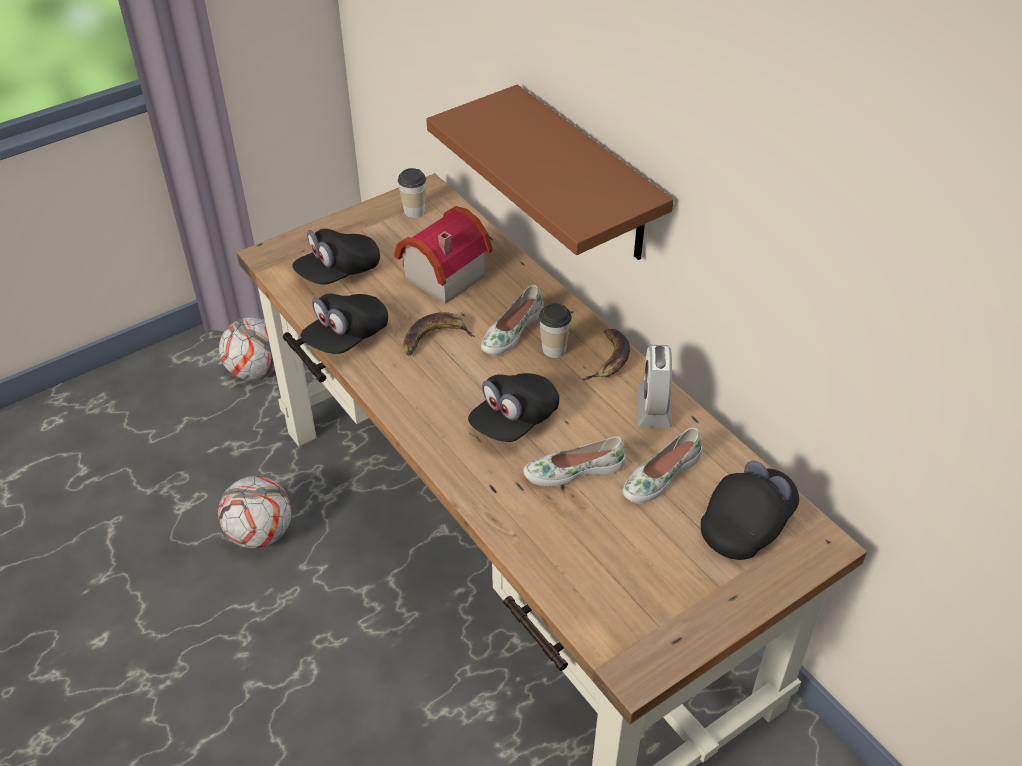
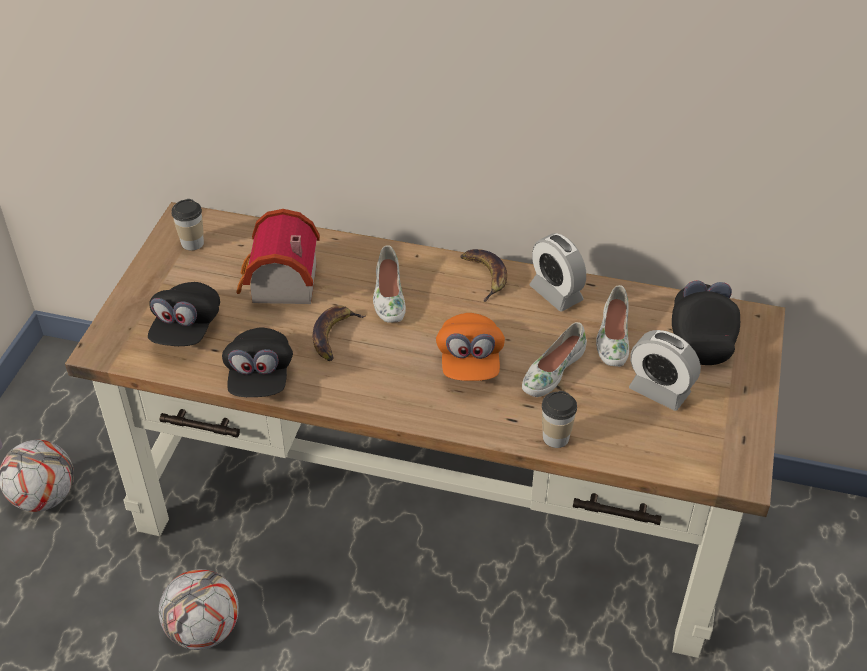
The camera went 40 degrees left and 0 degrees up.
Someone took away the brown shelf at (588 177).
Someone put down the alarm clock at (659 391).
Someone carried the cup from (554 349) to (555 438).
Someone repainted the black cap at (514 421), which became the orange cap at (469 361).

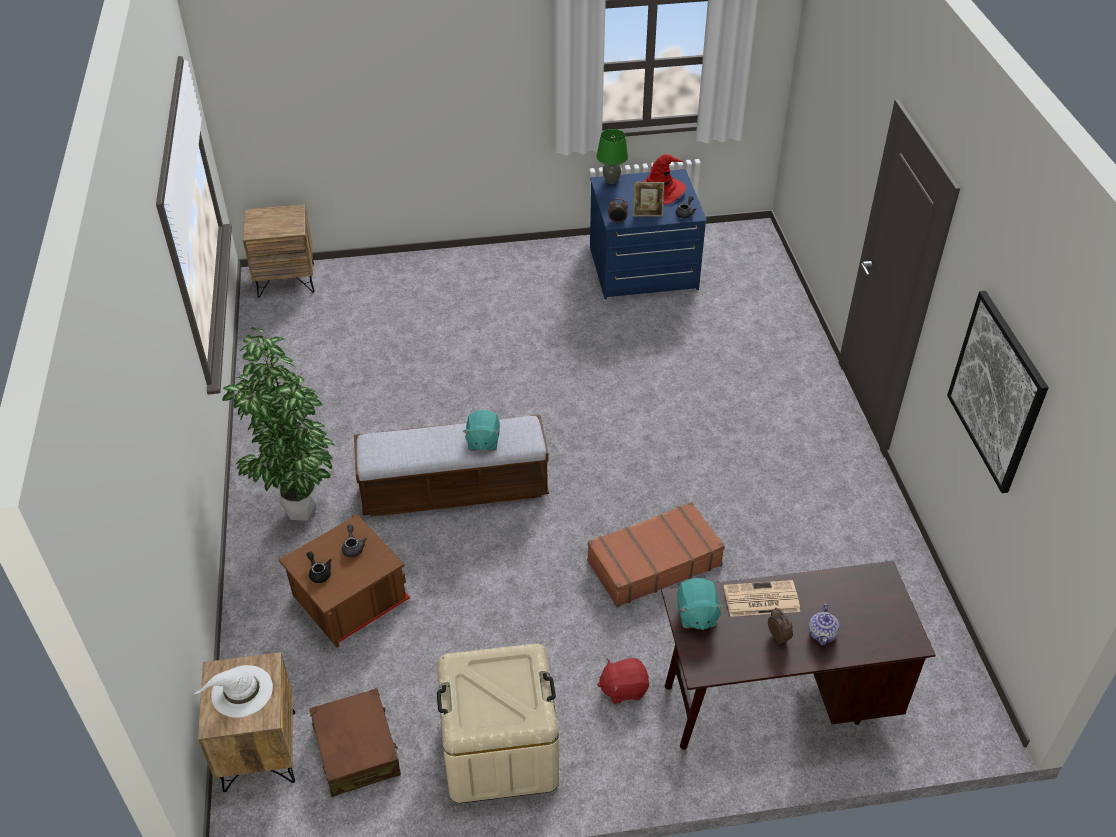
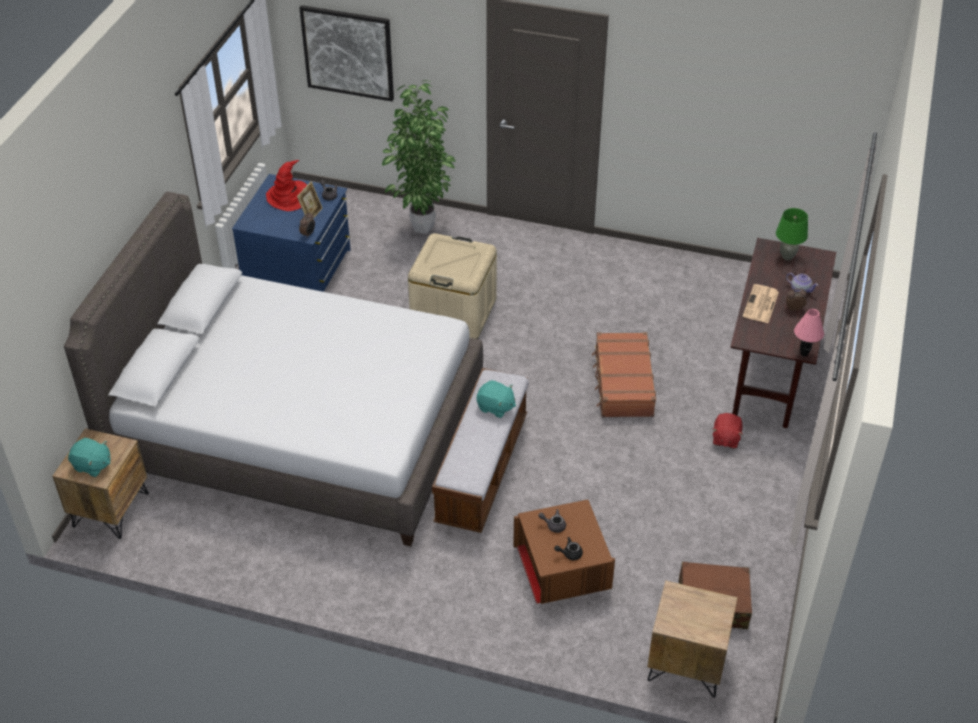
The camera went 65 degrees left and 0 degrees up.
Someone took away the white hat at (241 691).
Someone put down the grey bed at (298 429).
Someone put down the pink table lamp at (804 353).
Someone carried the potted plant from (298 513) to (423 229).
Someone carried the beige storage box from (500 750) to (453 312).
Someone carried the green table lamp from (611 181) to (787 256).
Someone carried the turquoise plush toy from (696 615) to (92 466).
Someone carried the picture from (997 391) to (348 52).

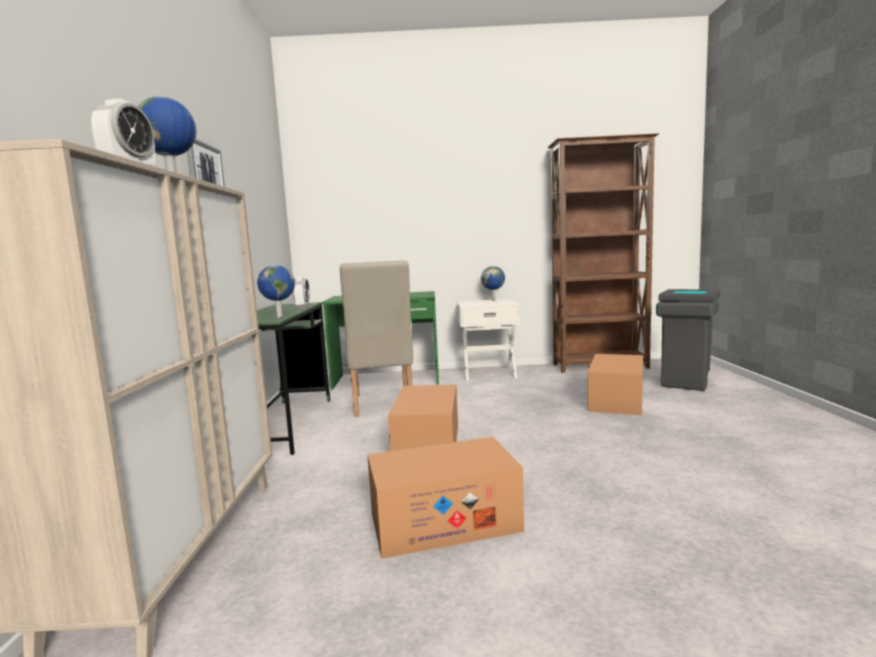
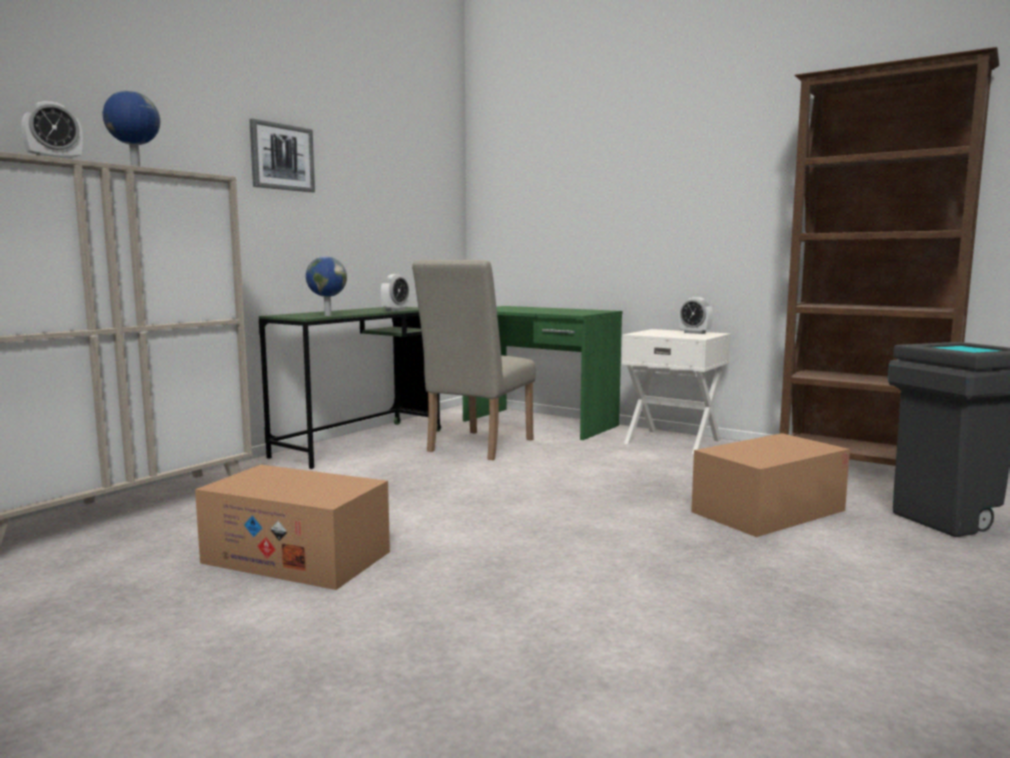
The camera went 35 degrees right and 0 degrees up.
Someone took away the cardboard box at (427 443).
Someone swapped the globe at (494 300) for the alarm clock at (694 333).

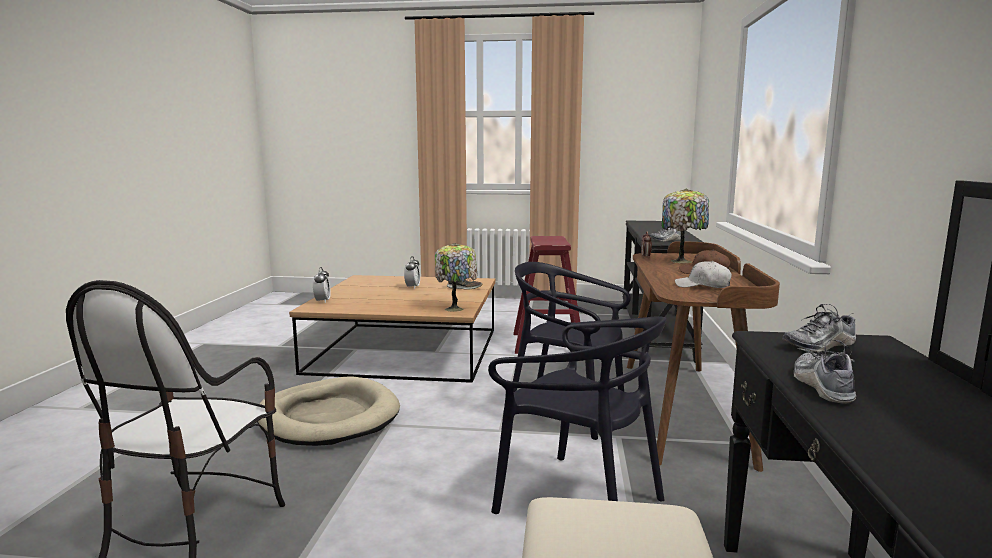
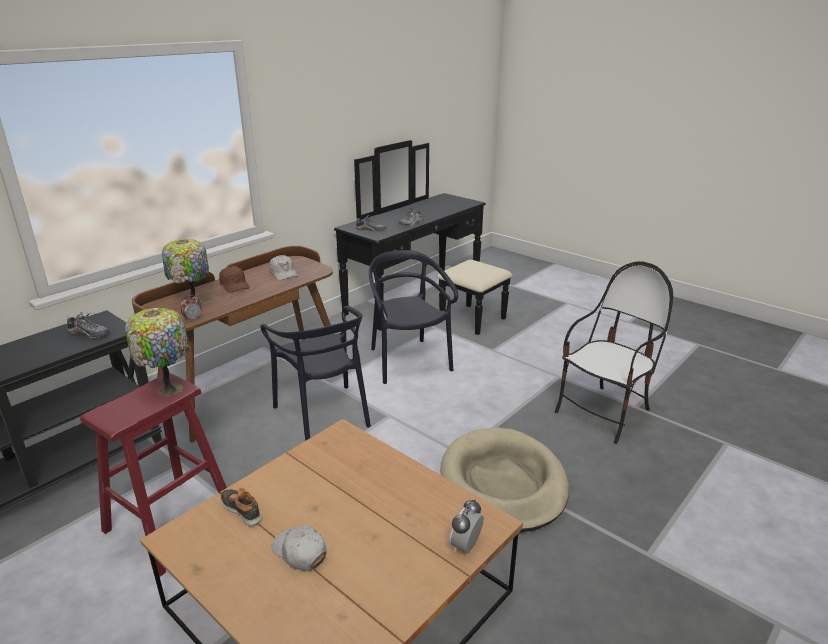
The camera went 145 degrees left and 15 degrees up.
Someone carried the table lamp from (456 309) to (168 388).
Someone swapped the alarm clock at (412 287) for the white cap at (299 552).

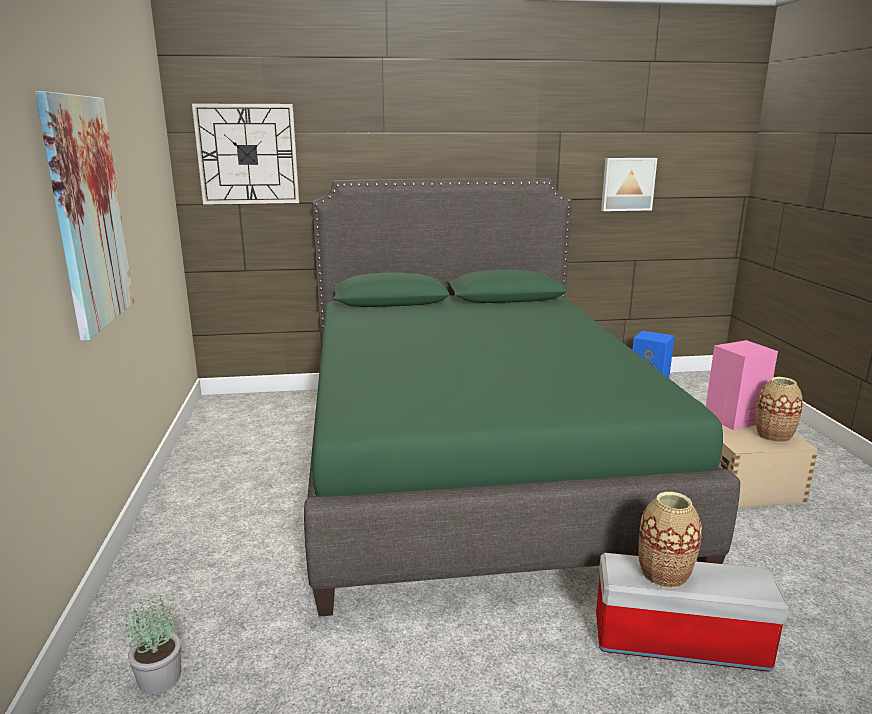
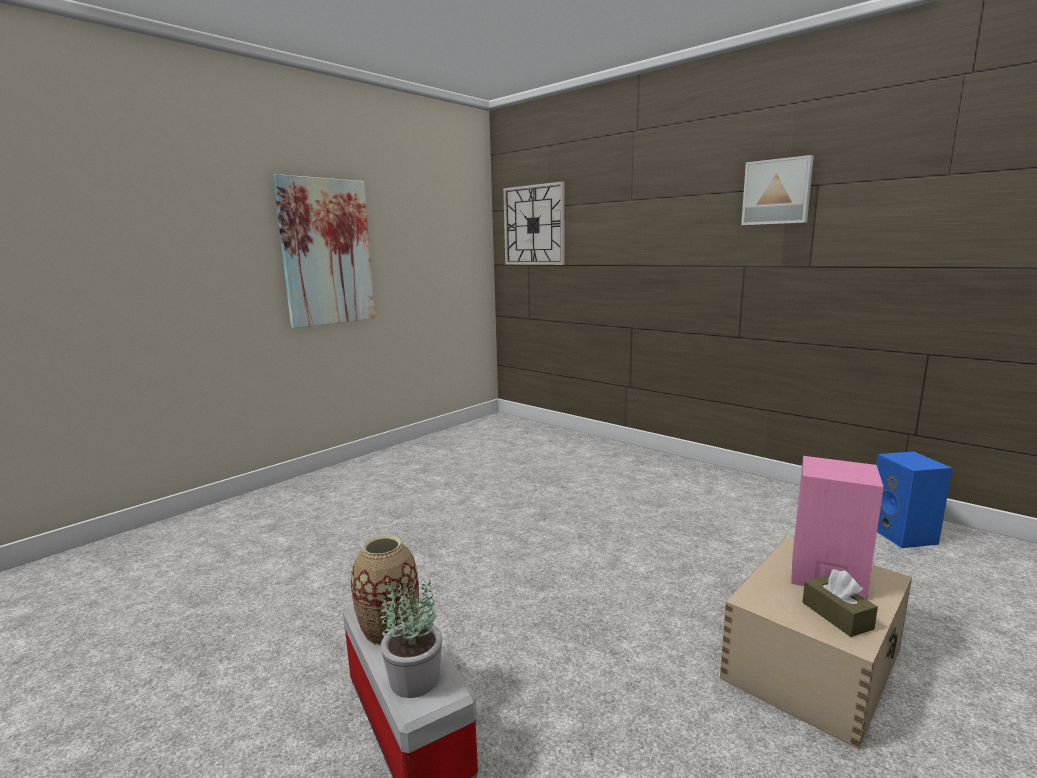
The camera went 50 degrees right and 5 degrees down.
Someone took away the green bed at (470 461).
Someone carried the potted plant from (159 677) to (415 678).
Someone carried the picture from (627 184) to (777 192).
Someone swapped the vase at (773 436) for the brown tissue box at (836 615).

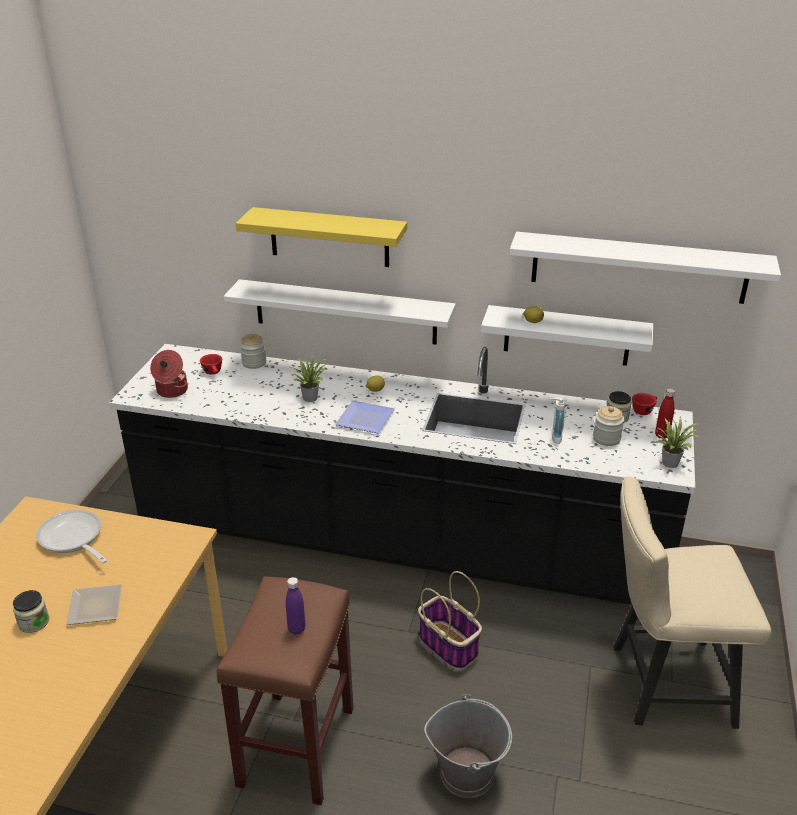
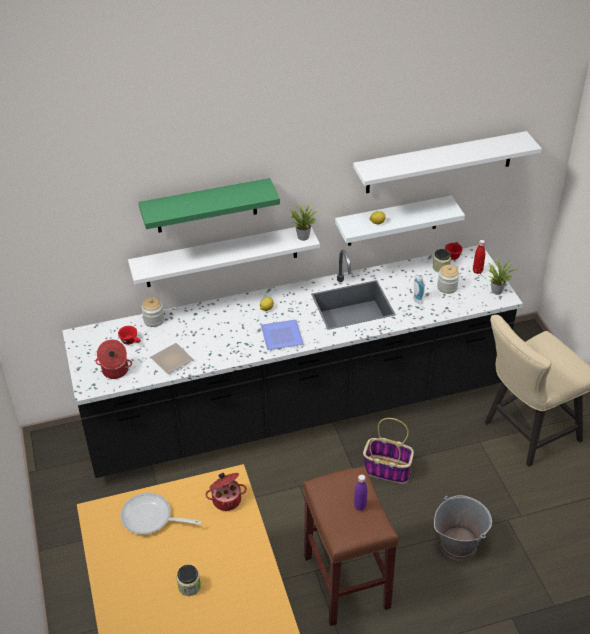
The camera went 30 degrees left and 10 degrees up.
Someone put down the cooking pot at (226 499).
Someone carried the plate from (93 608) to (172 361).
Someone carried the potted plant from (311 397) to (303 236).
Someone repainted the yellow shelf at (329 237), which became the green shelf at (206 206).

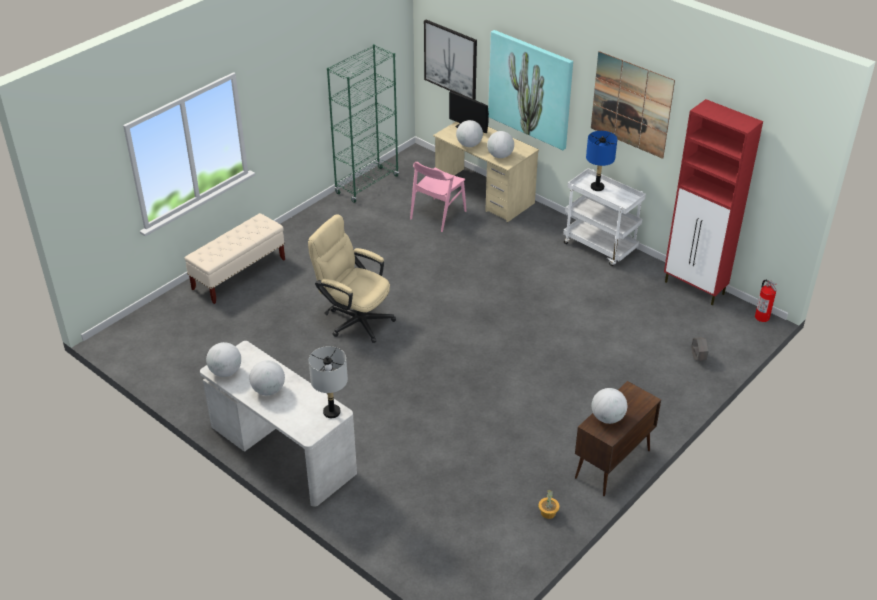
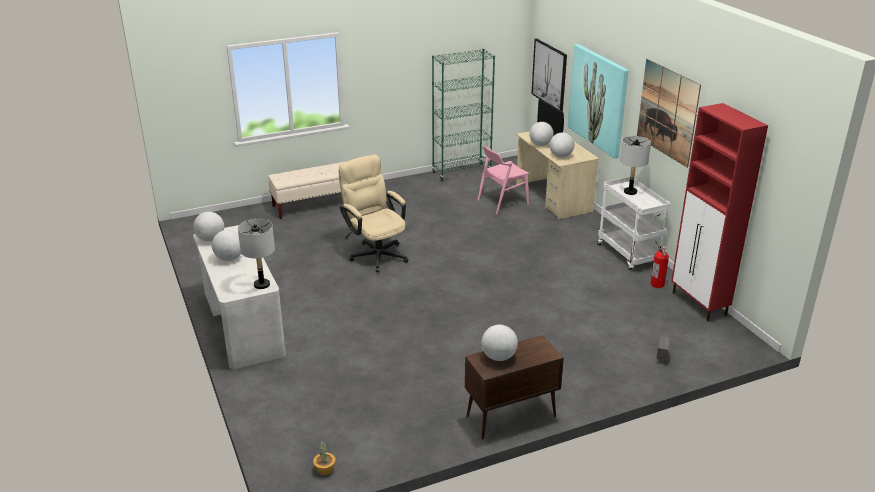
The camera went 25 degrees right and 10 degrees down.
Someone carried the potted plant from (548 513) to (325 469).
Someone carried the fire extinguisher from (762 317) to (657 284).
Someone repainted the blue table lamp at (597 187), which became the grey table lamp at (630 192).

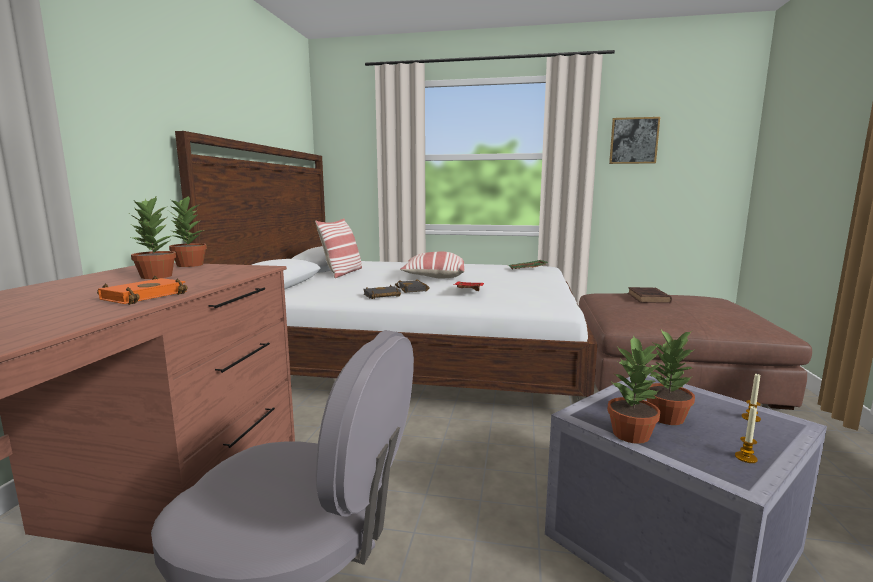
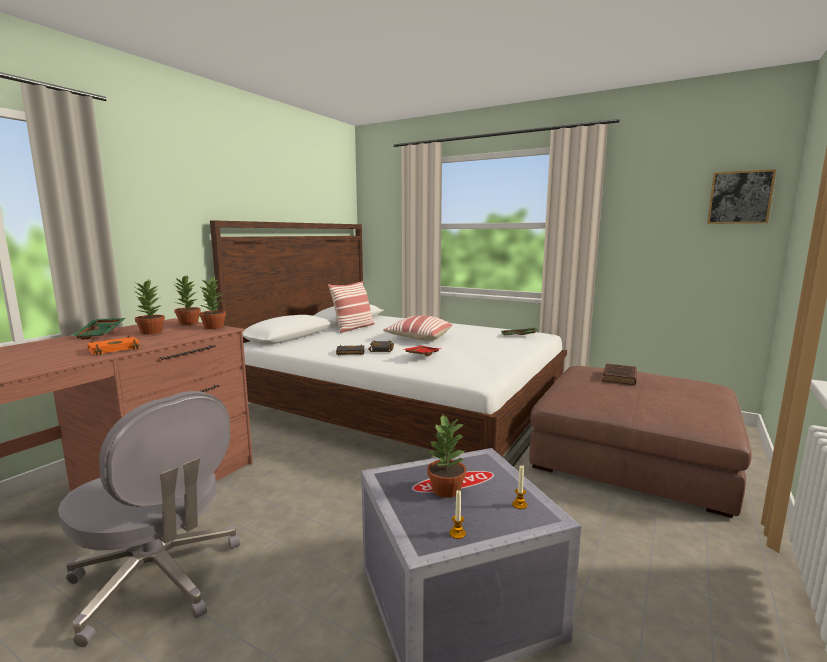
The camera went 20 degrees right and 0 degrees up.
Someone put down the green tray at (102 334).
Someone carried the potted plant from (631 434) to (214 327).
Someone carried the picture from (633 140) to (740 197).

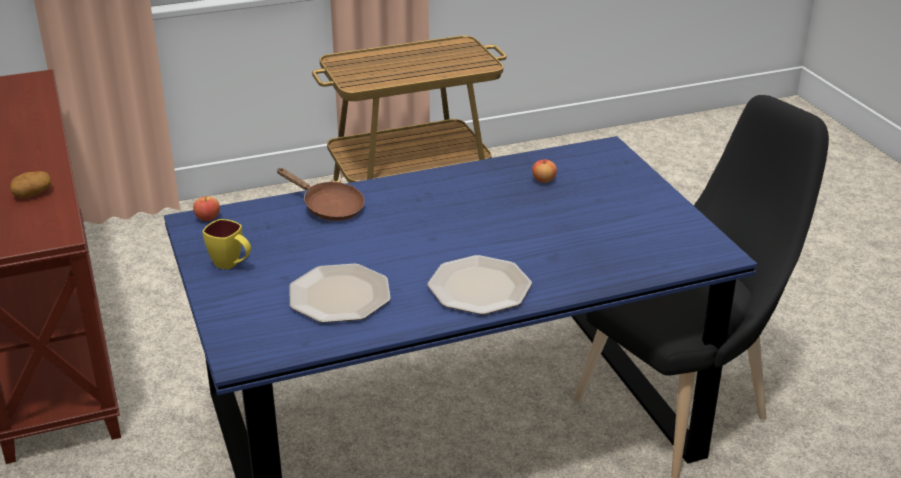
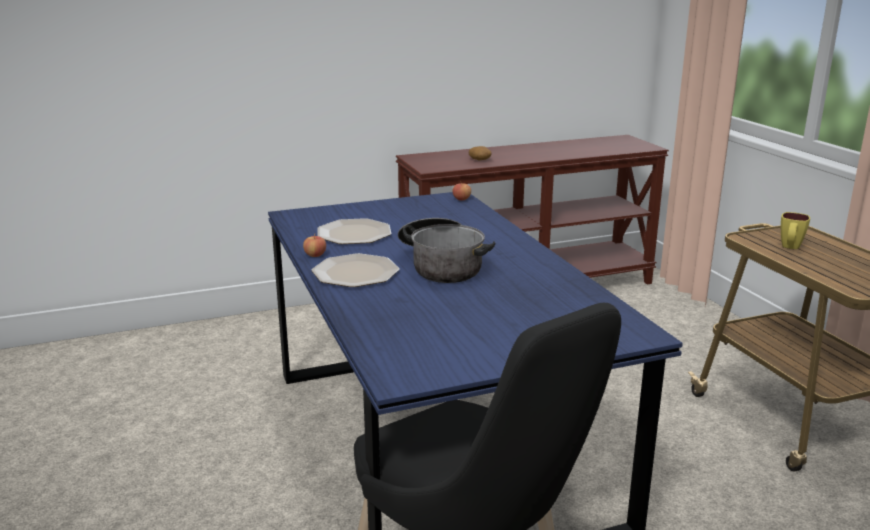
The camera went 90 degrees right and 10 degrees down.
Someone took away the brown frying pan at (328 207).
Someone put down the cooking pot at (442 266).
Someone carried the yellow mug from (231 265) to (790 248).
Someone carried the apple from (544 180) to (315 255).

